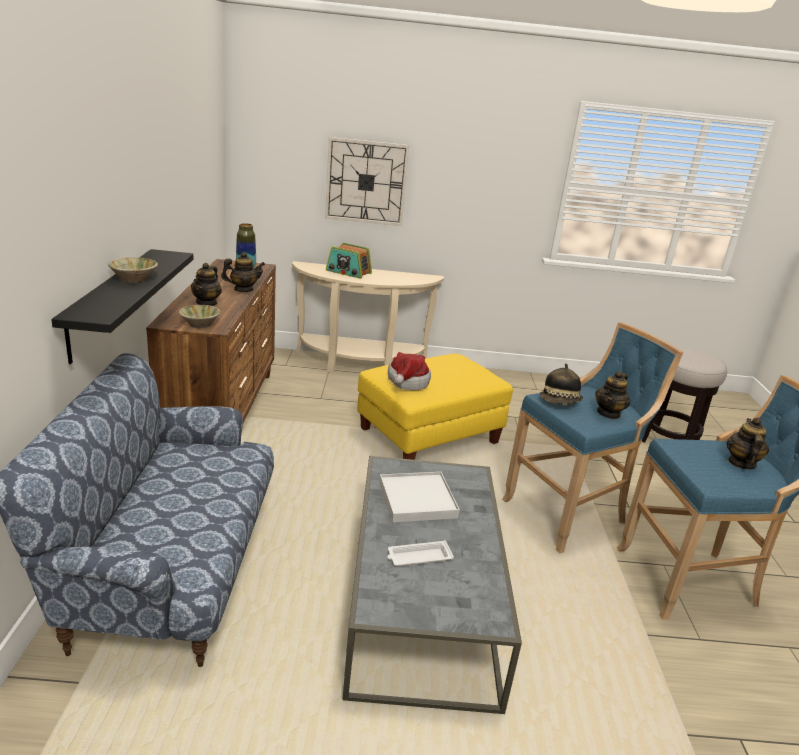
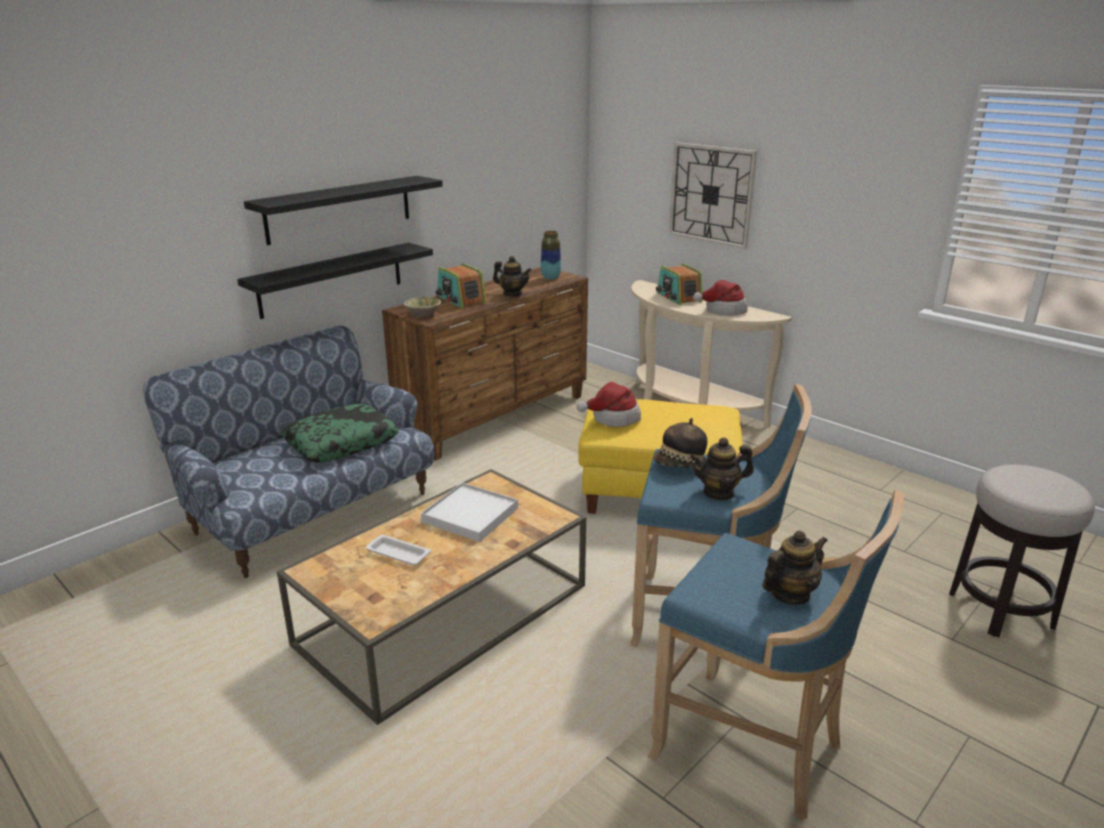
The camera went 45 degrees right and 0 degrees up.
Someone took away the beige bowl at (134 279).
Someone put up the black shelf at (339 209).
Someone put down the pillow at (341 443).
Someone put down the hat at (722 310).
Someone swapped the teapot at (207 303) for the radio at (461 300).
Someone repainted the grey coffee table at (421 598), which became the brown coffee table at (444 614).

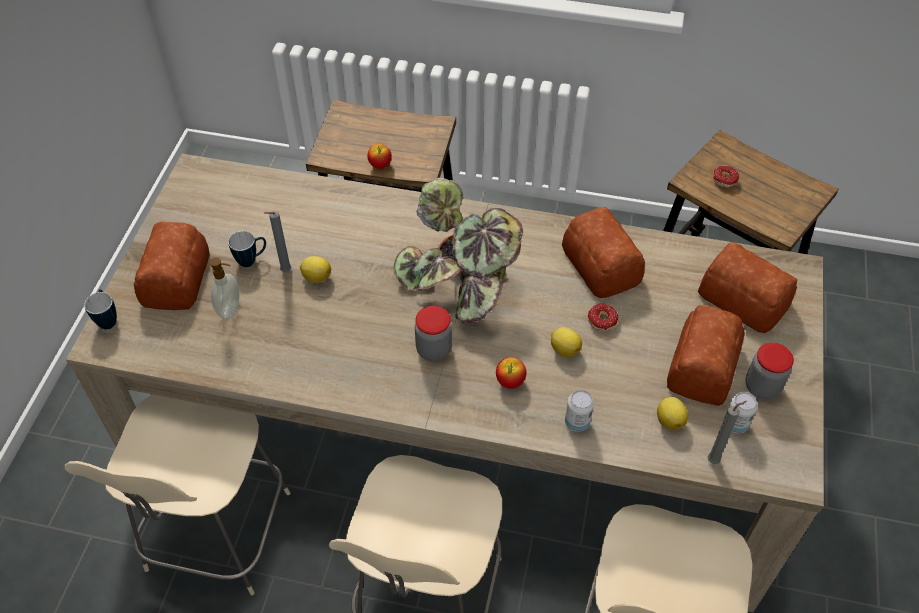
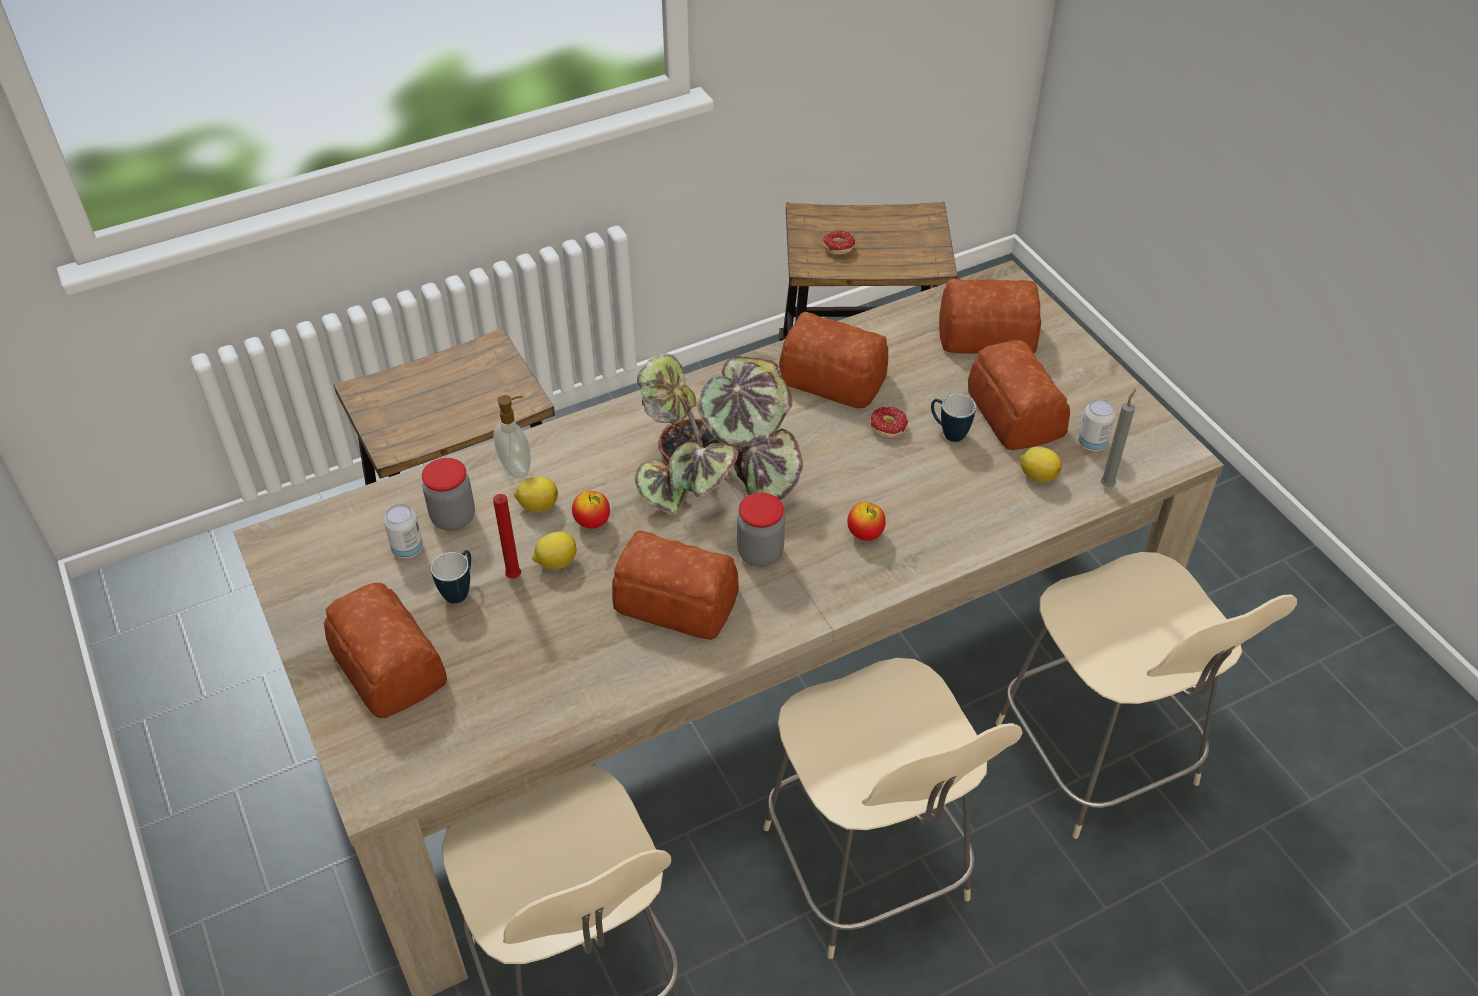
The camera went 40 degrees left and 5 degrees down.
Someone put down the bread at (677 602).
Someone carried the mug from (108 319) to (948 433).
Someone carried the soap dispenser from (231 309) to (517 467).
Someone carried the apple from (380 165) to (592 522).
Someone carried the lemon from (564 349) to (537 505).
Someone carried the can from (577 422) to (407 549).
Someone carried the jar from (762 387) to (453 518).
Someone repainted the grey candle at (284 272), which became the red candle at (513 579).

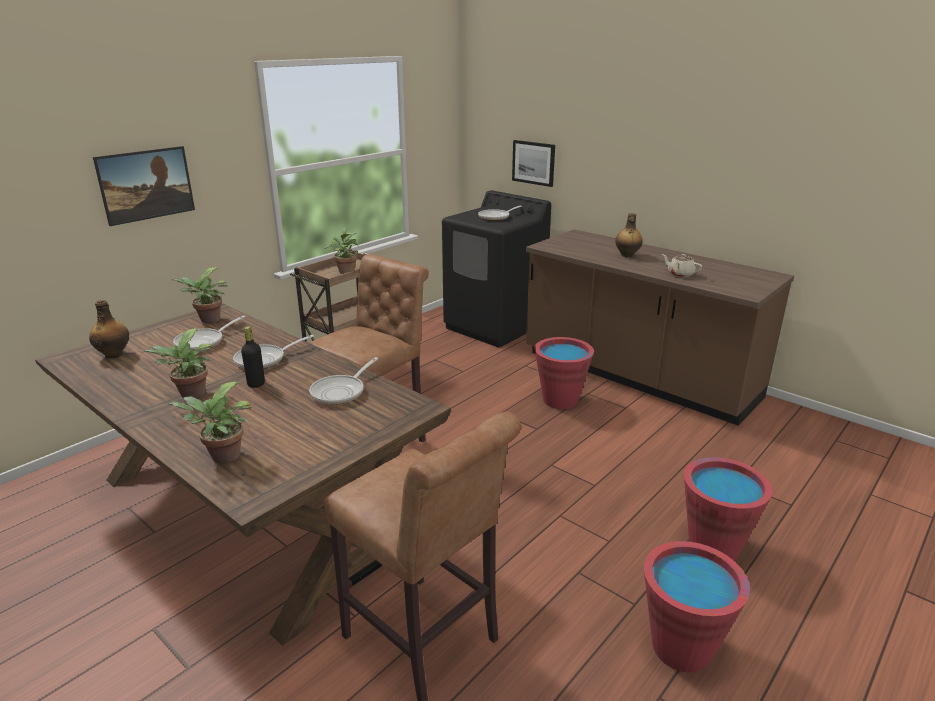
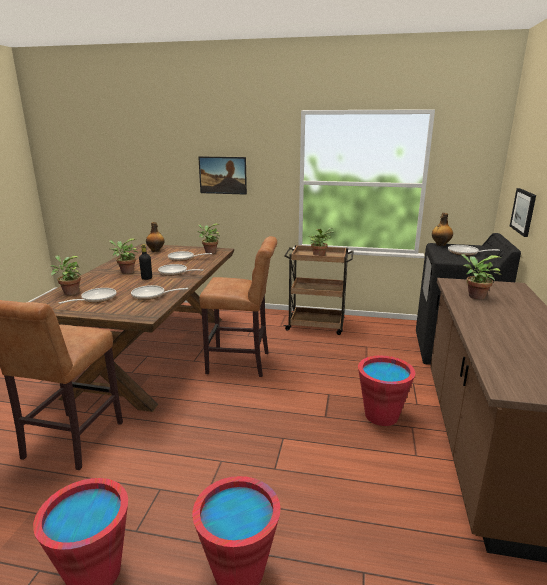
The camera went 60 degrees right and 5 degrees down.
Someone took away the beige teapot at (680 274).
Someone put down the frying pan at (96 299).
Someone put down the potted plant at (474 296).
Someone carried the bottle from (627 255) to (440 245).

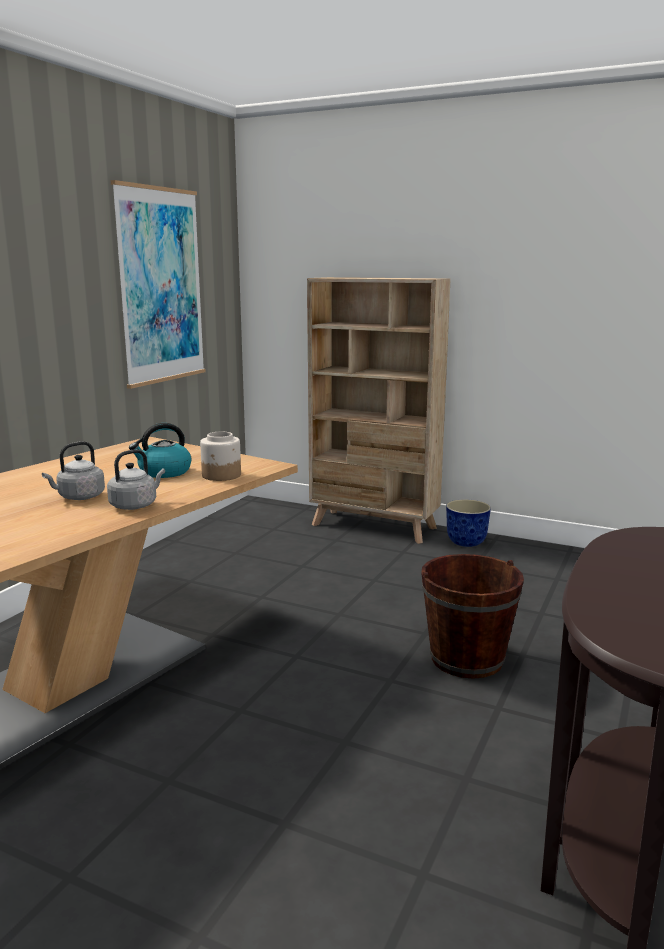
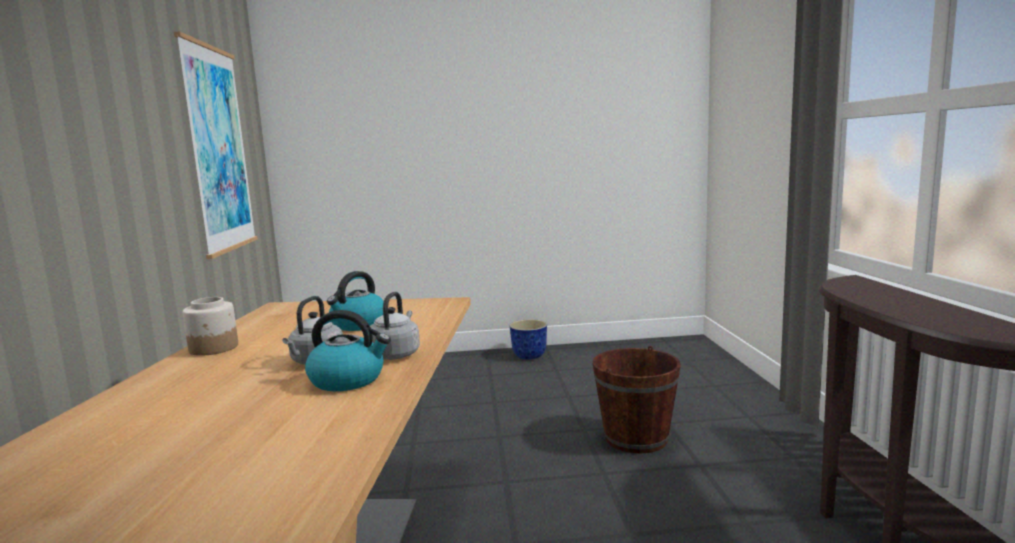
The camera went 30 degrees left and 5 degrees down.
Someone took away the beige bookcase at (374 527).
Someone put down the kettle at (348 380).
Someone carried the jar from (221 475) to (214 348).

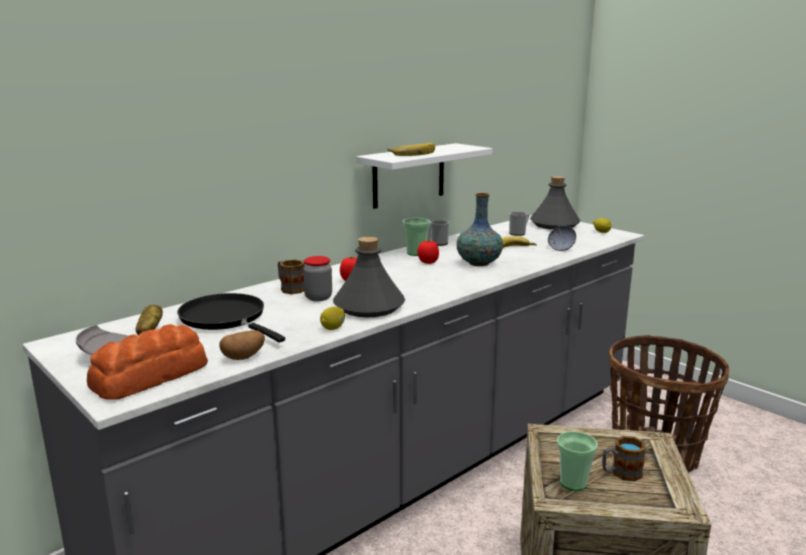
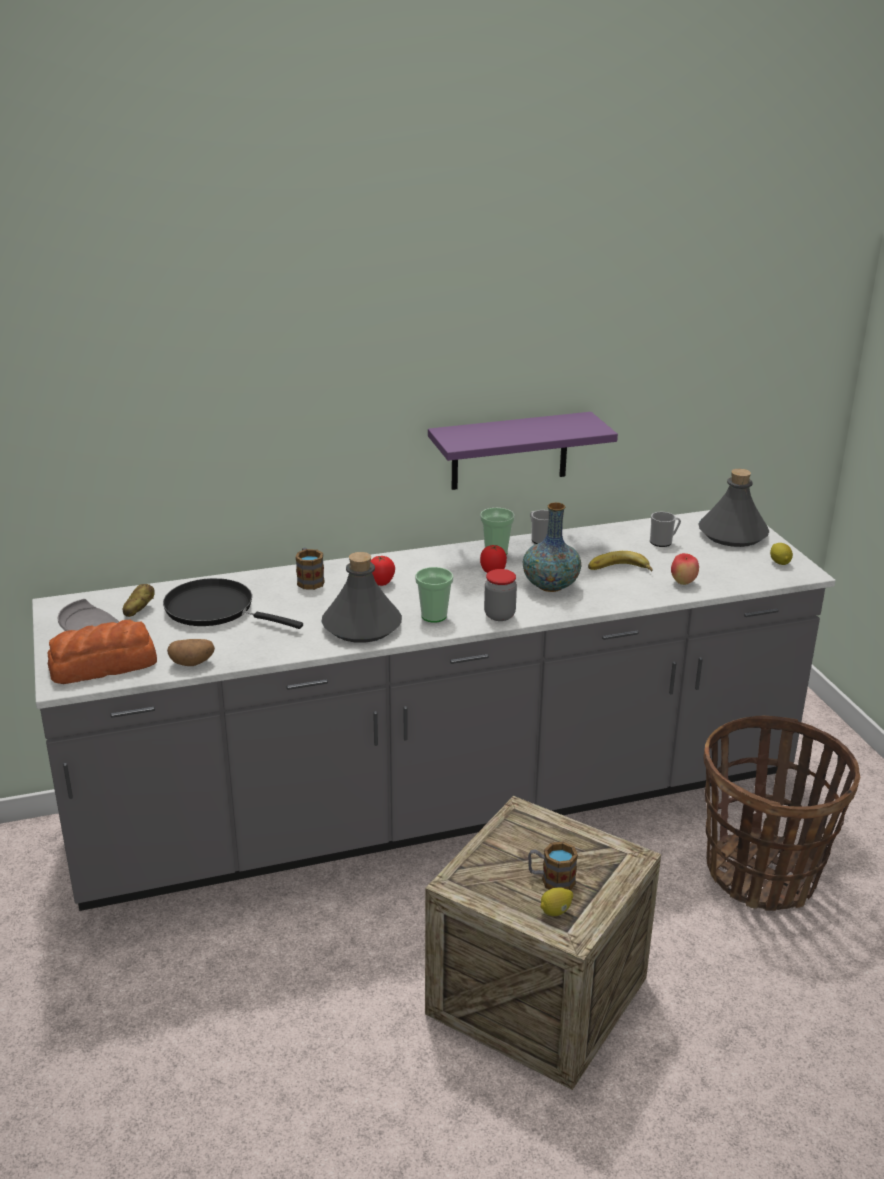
The camera went 25 degrees right and 10 degrees up.
Someone took away the banana at (413 153).
Someone carried the jar from (318 297) to (499 615).
Someone carried the lemon from (333 328) to (556 911).
Someone carried the cup from (573 483) to (434 616).
Someone swapped the bowl at (561 249) for the apple at (683 582).
Someone repainted the white shelf at (409 175), which became the purple shelf at (509 451).
Someone rotated the black frying pan at (226 319) by 45 degrees counterclockwise.

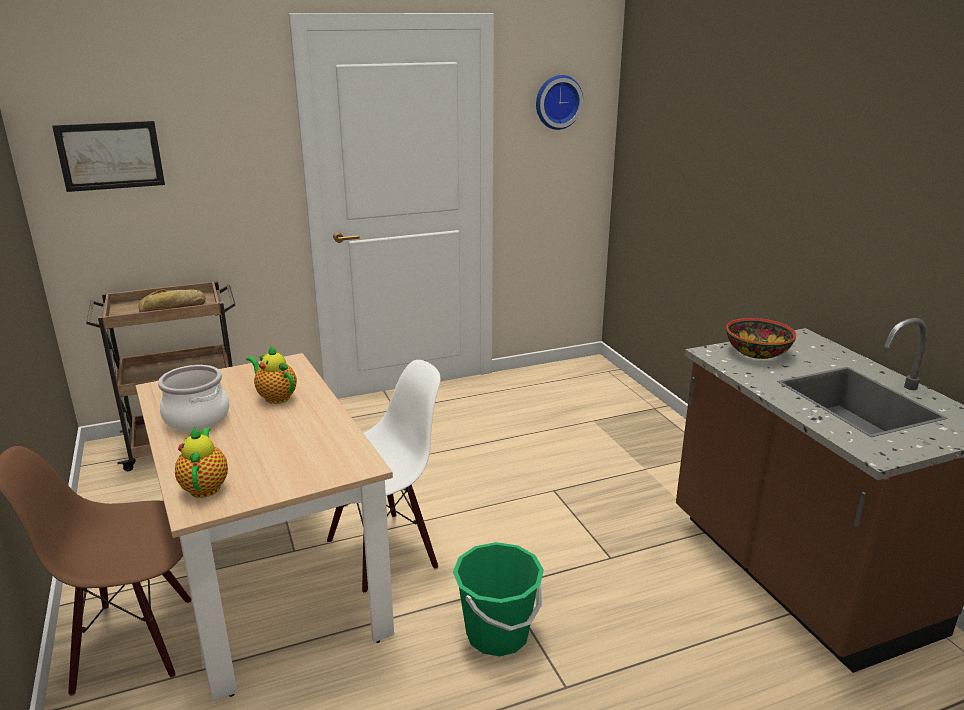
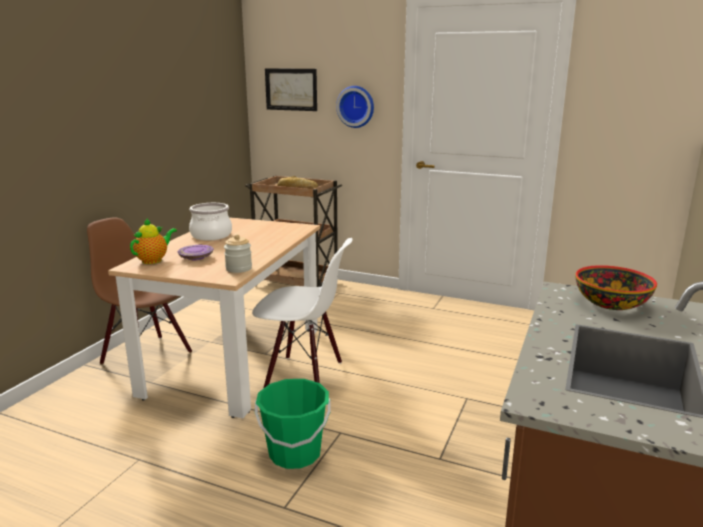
The camera went 45 degrees right and 5 degrees down.
Someone took away the teapot at (275 397).
Someone put down the purple plate at (196 257).
Someone put down the jar at (239 268).
Someone carried the wall clock from (557 102) to (356 106).

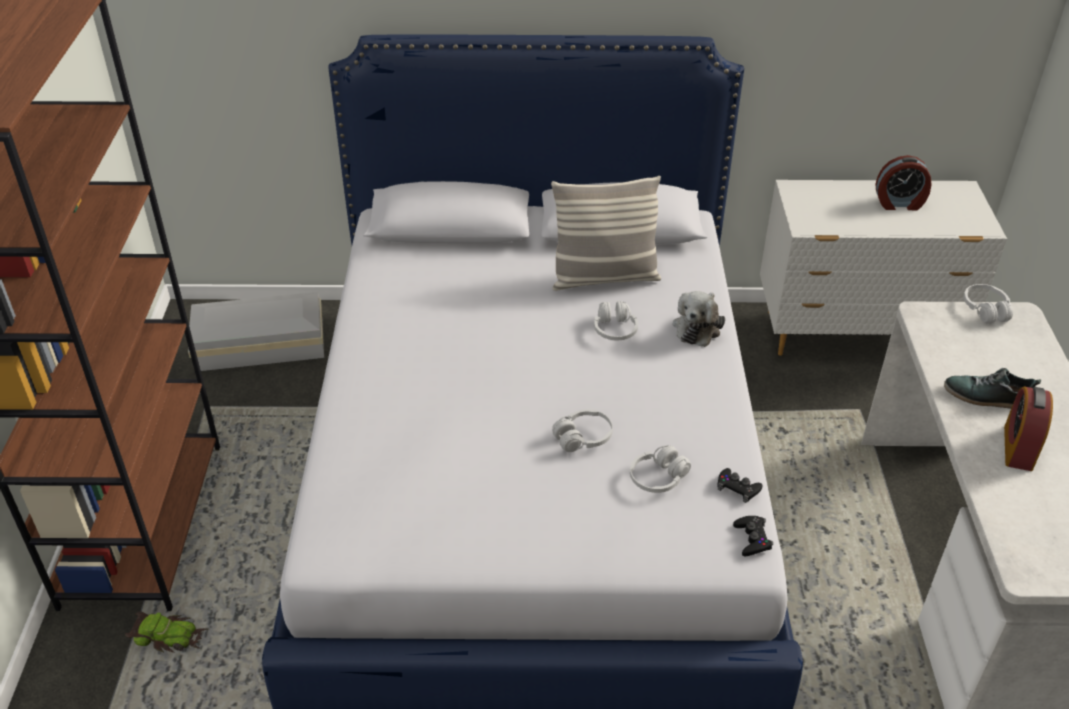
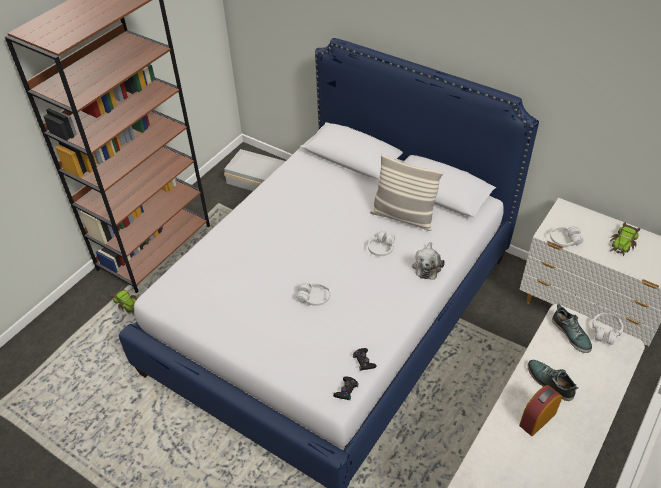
The camera went 35 degrees right and 5 degrees up.
Someone put down the shoe at (571 334).
Someone carried the white headphones from (658 478) to (564 240).
Someone swapped the alarm clock at (899 203) for the toy car at (623 243).
Someone rotated the plush toy at (698 327) by 45 degrees counterclockwise.

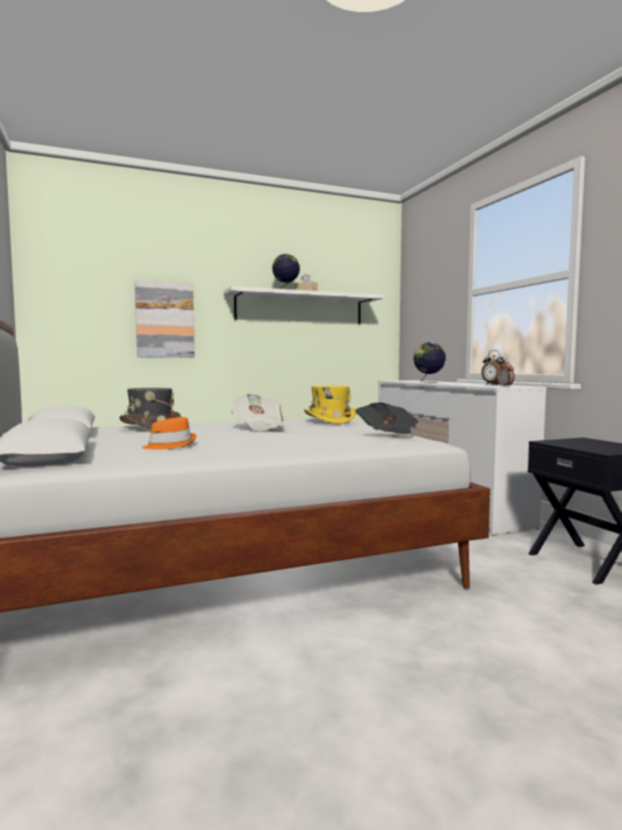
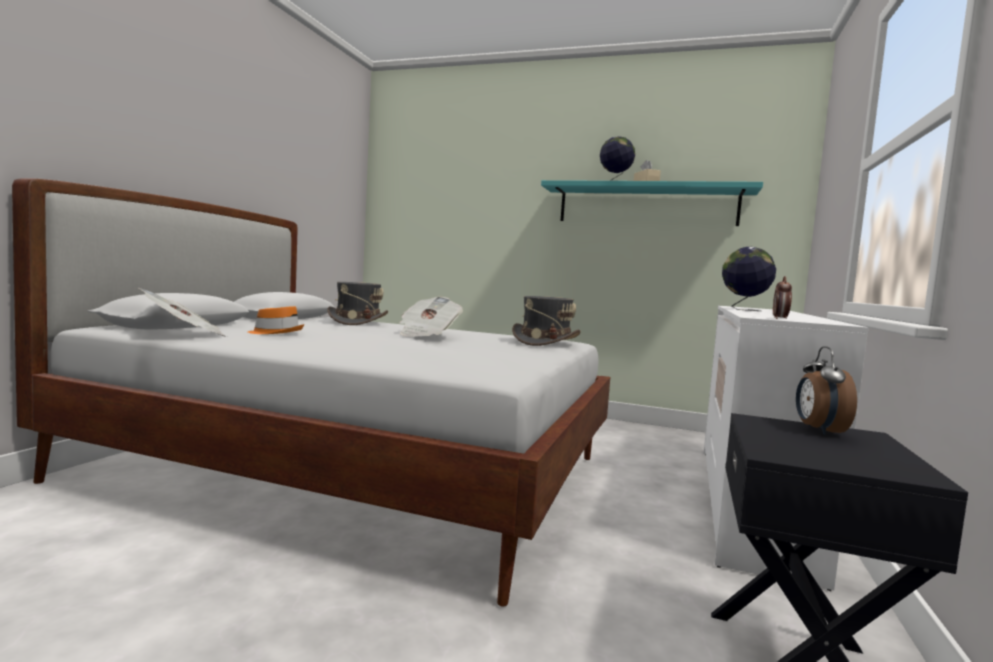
The camera went 40 degrees right and 0 degrees up.
Someone took away the picture at (165 320).
Someone carried the newspaper from (388 437) to (185 335).
Someone carried the alarm clock from (493 384) to (818 430).
Someone repainted the white shelf at (300 308), which became the turquoise shelf at (646 206).
Someone repainted the yellow hat at (329 420), which became the grey hat at (545 342).

